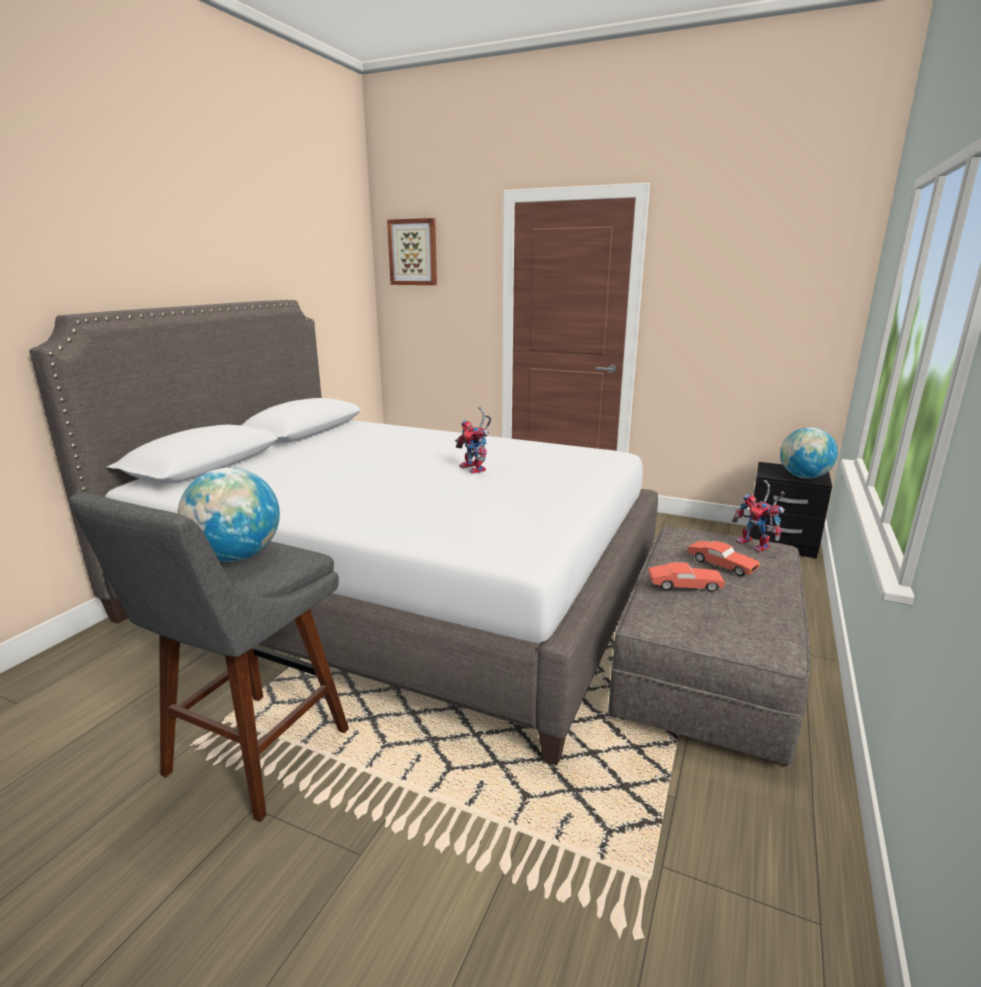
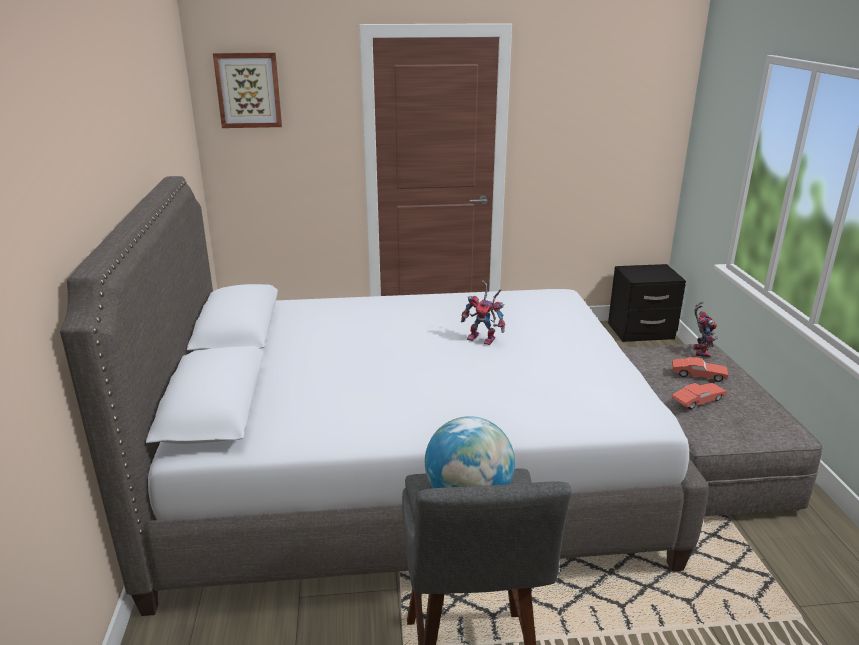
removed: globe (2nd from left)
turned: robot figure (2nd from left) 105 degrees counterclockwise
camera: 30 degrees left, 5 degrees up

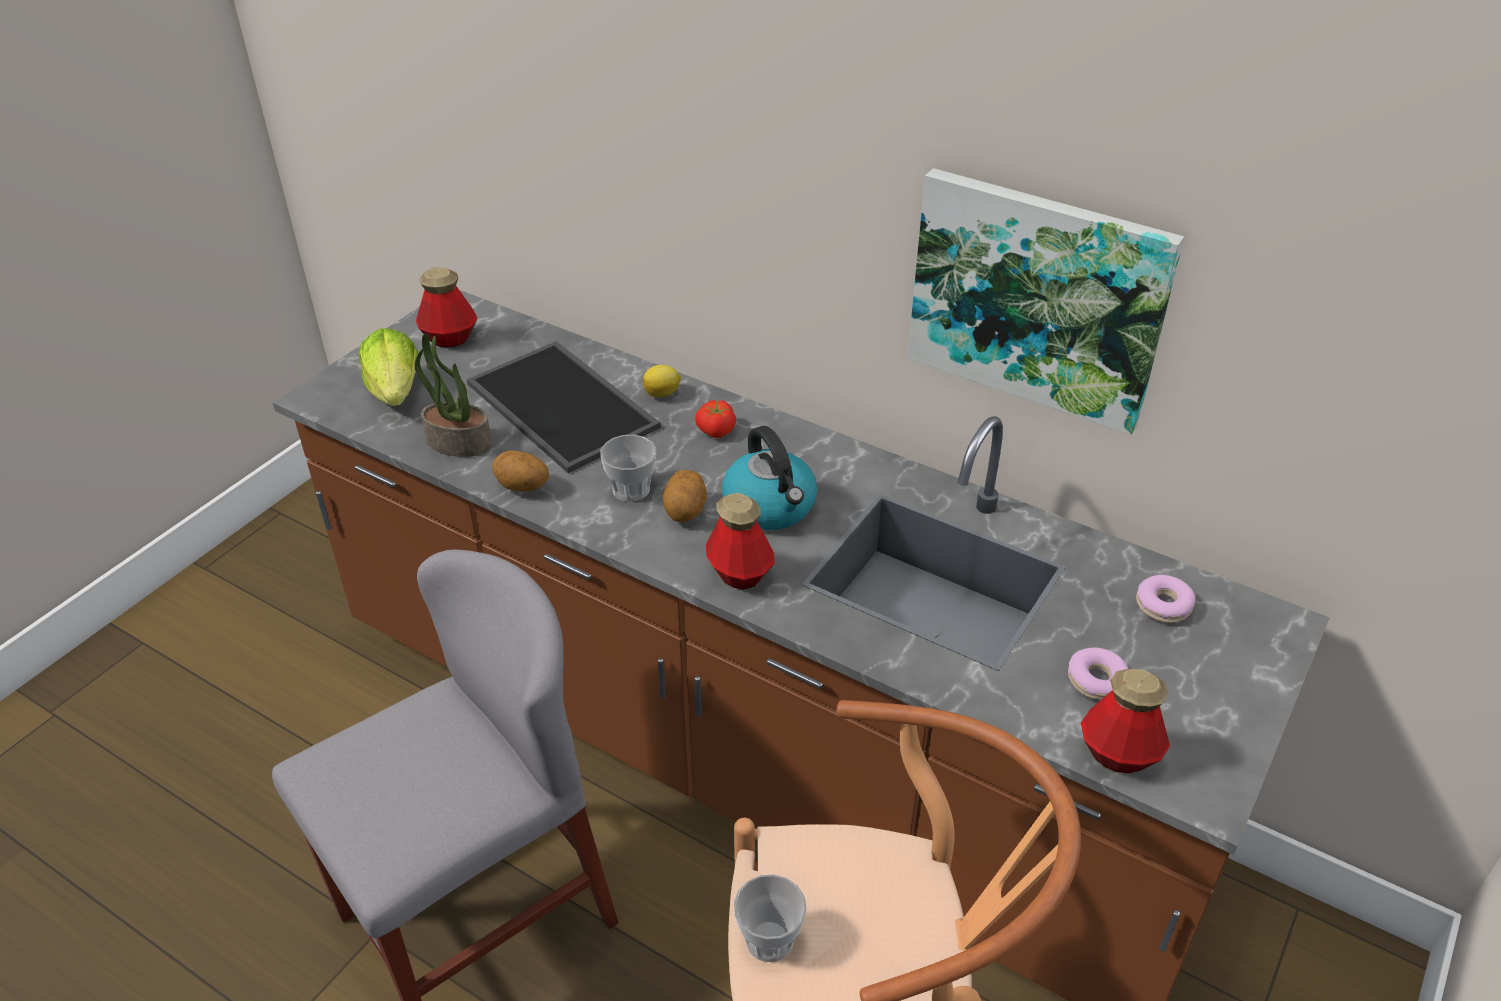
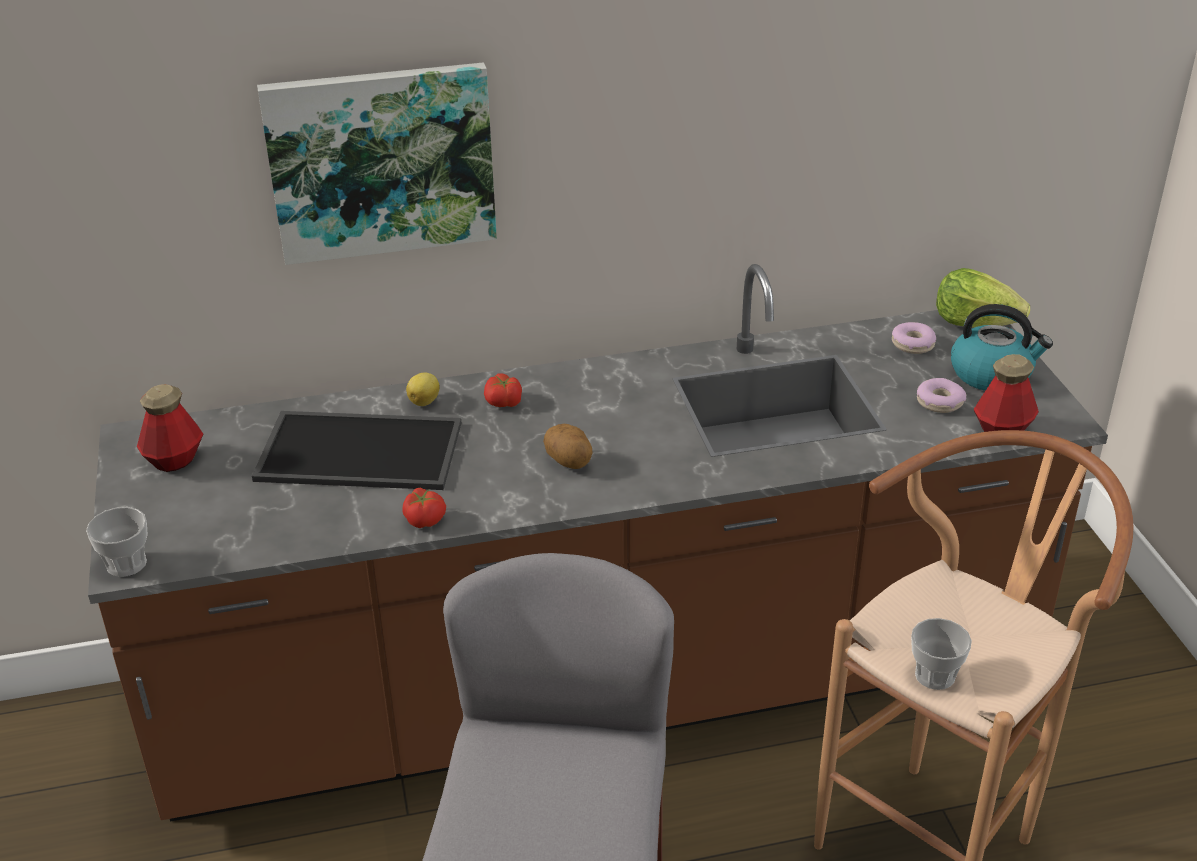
removed: plant in a pot; bottle (2nd from left)
moved: wall picture; lettuce head; tea kettle; drinking cup (1st from left)
replaced: potato (1st from left) to whole tomato (1st from left)
camera: 45 degrees left, 5 degrees down

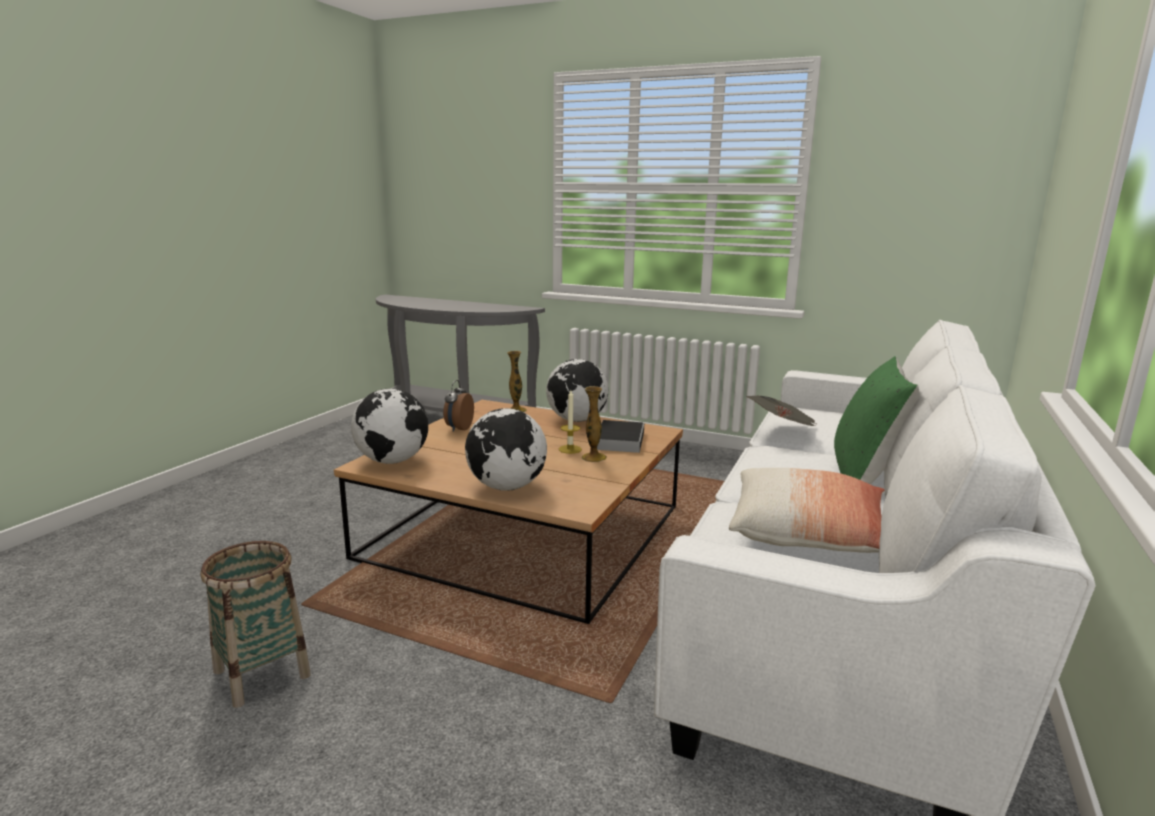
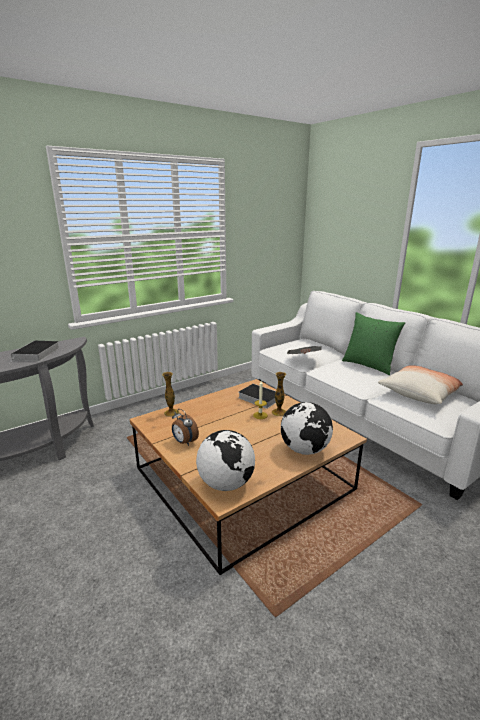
removed: globe (3rd from left); basket
added: book (1st from left)
camera: 60 degrees left, 5 degrees up

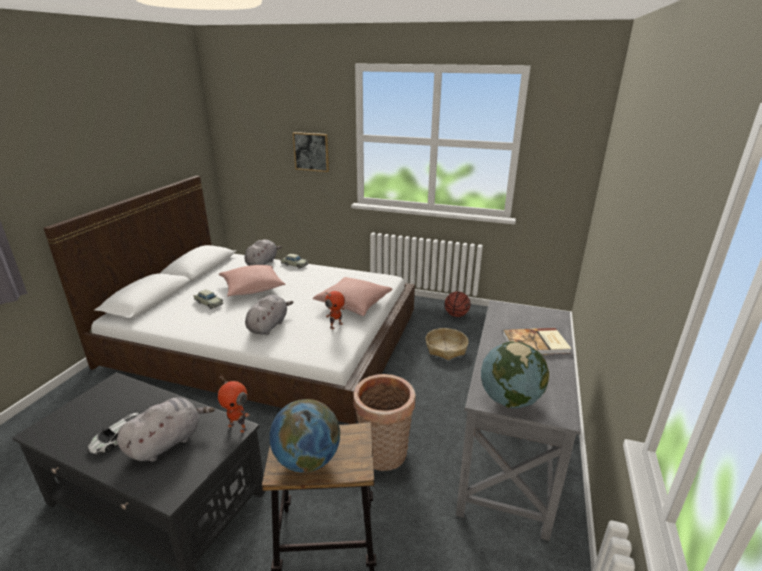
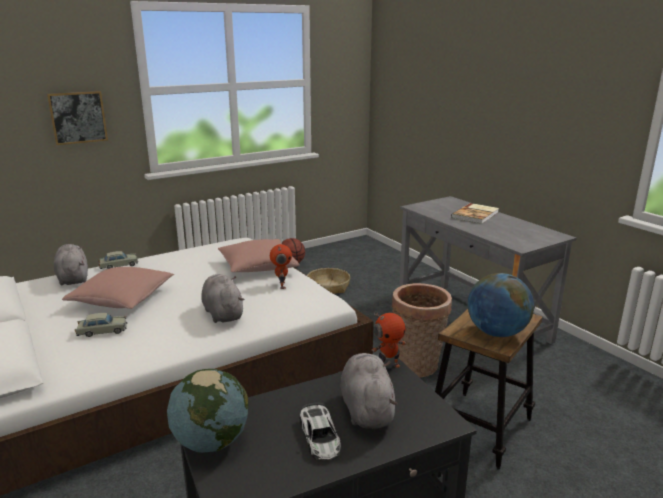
moved: globe (2nd from left in the first image) to globe (1st from left)
camera: 50 degrees left, 5 degrees down

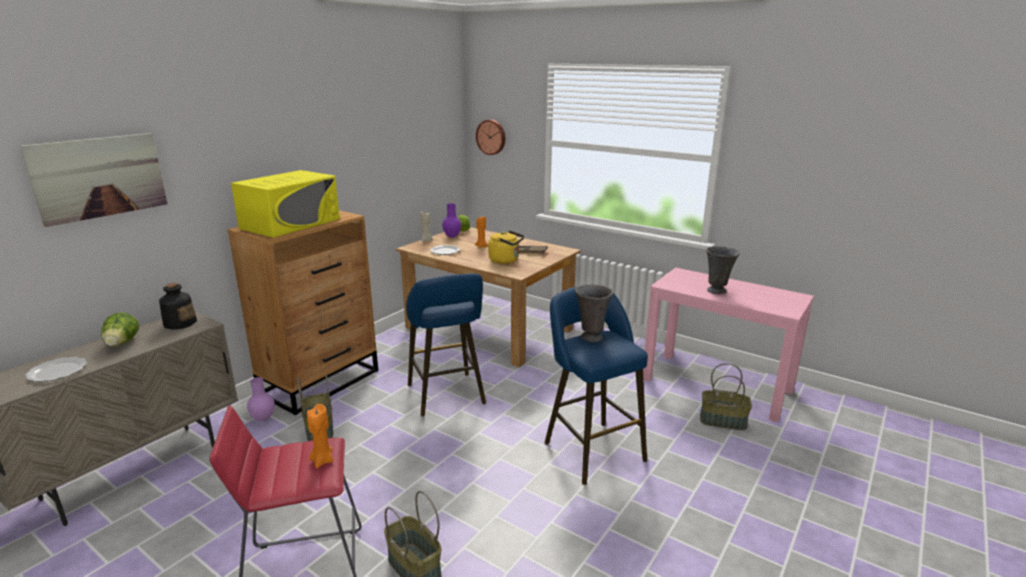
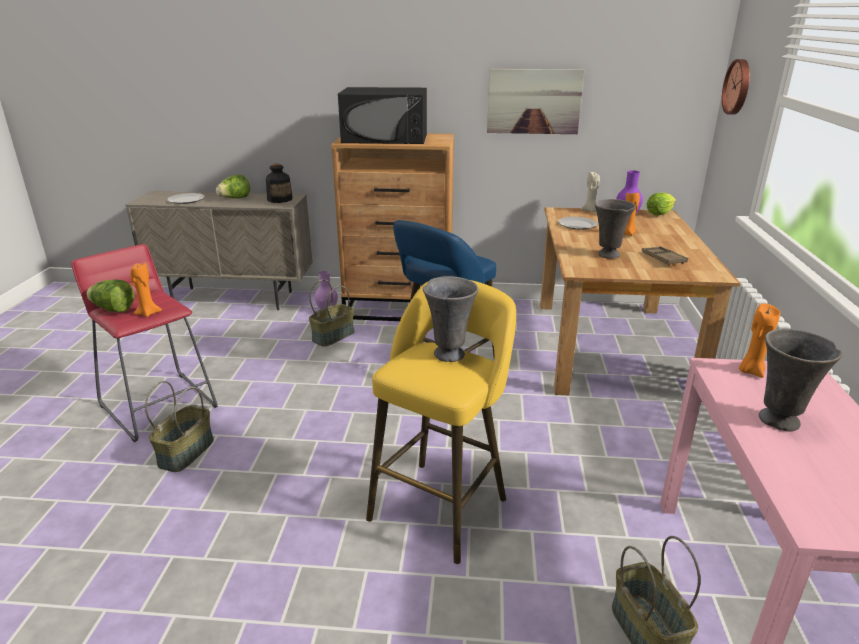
added: lettuce head (1st from left); candle (orange) (3rd from left)
moved: wall picture
replaced: tea kettle (yellow) to vase (gray) (2nd from left)
recoloured: microwave (yellow) to microwave (black); stool seat (blue-coloured) (2nd from left) to stool seat (yellow)
camera: 60 degrees right, 5 degrees up

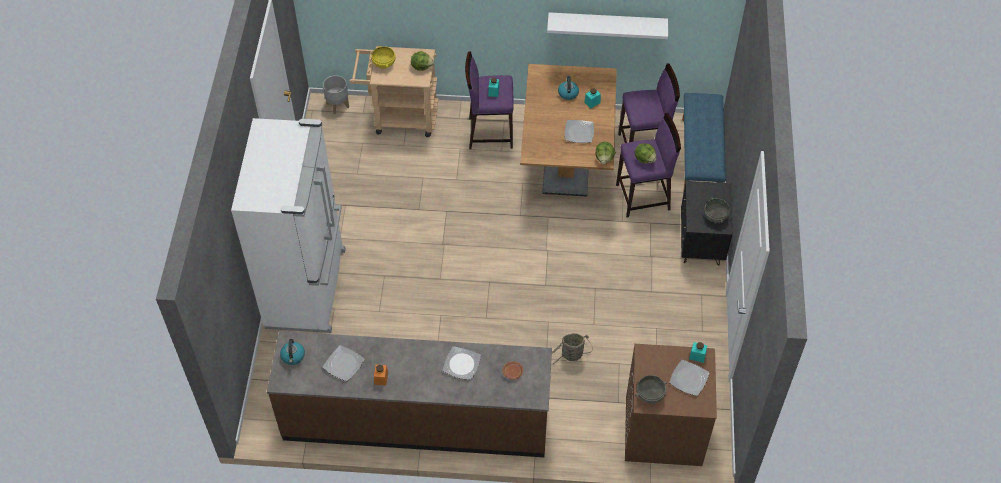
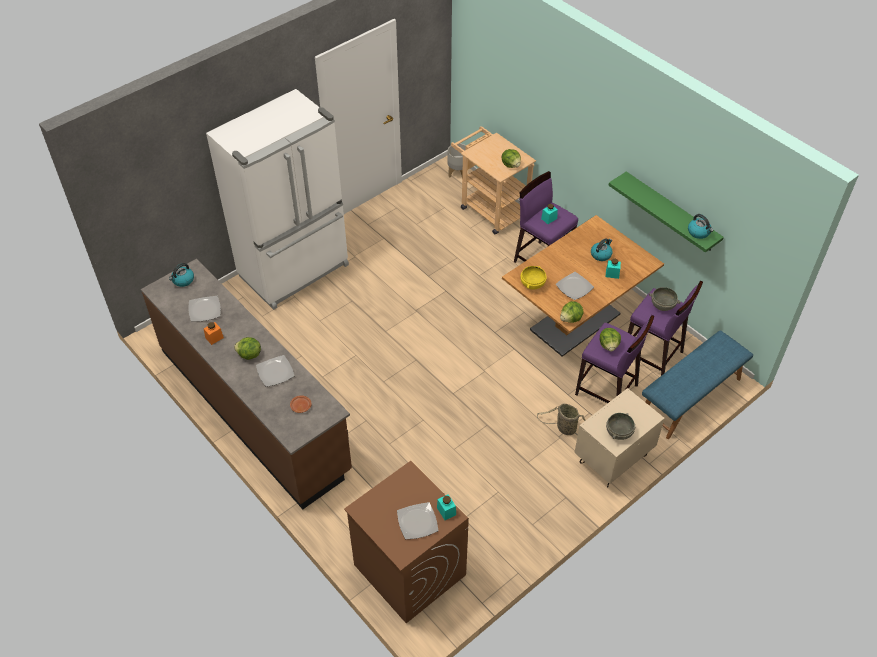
added: tea kettle (3rd from left); lettuce head (1st from left)
moved: bowl (yellow); basket; bowl (gray) (1st from left in the first image) to bowl (gray) (2nd from left)
recoloured: bracket shelf (white) to bracket shelf (green-coloured); nightstand (black) to nightstand (beige-coloured)
camera: 45 degrees right, 5 degrees down

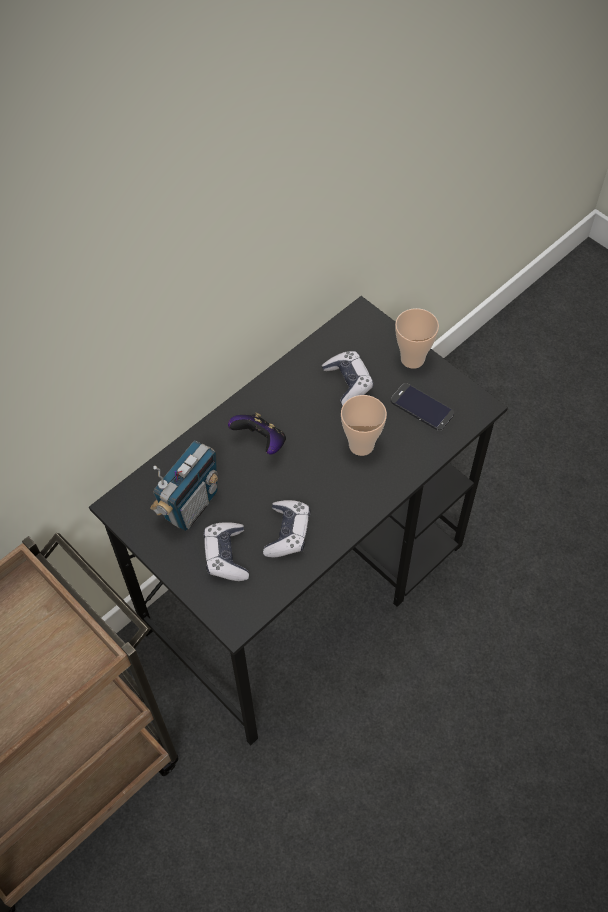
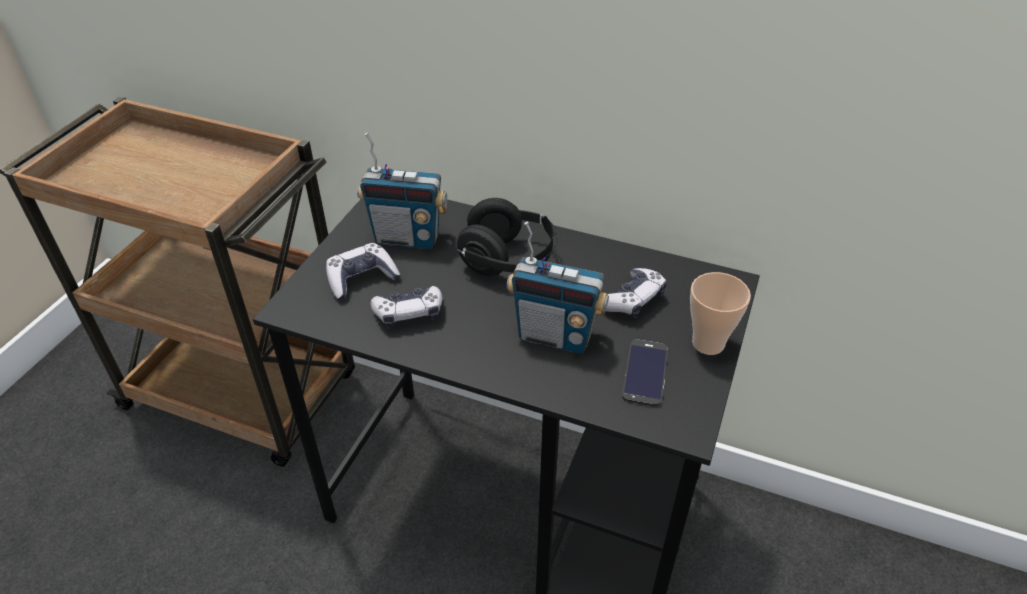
replaced: drinking cup (1st from left) to radio receiver (2nd from left); gamepad (2nd from left) to headset (black)
camera: 65 degrees right, 15 degrees down

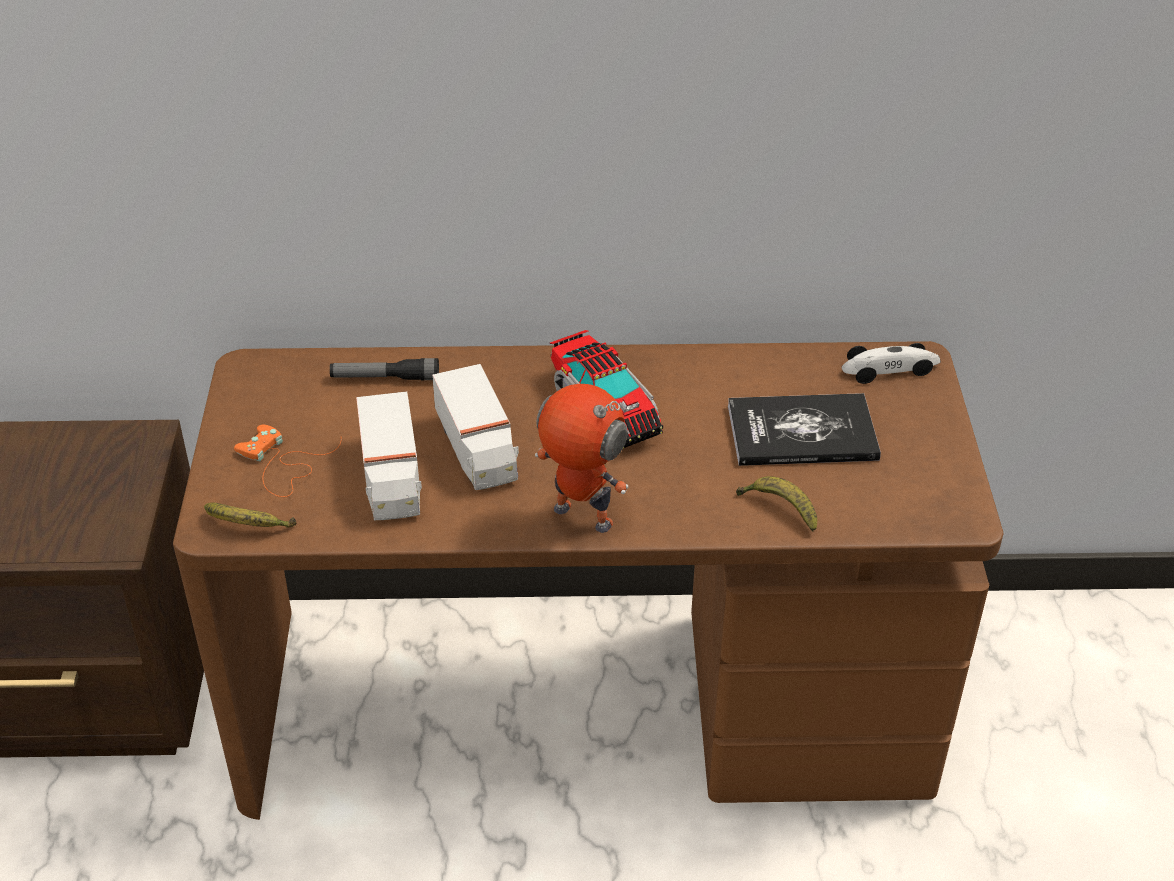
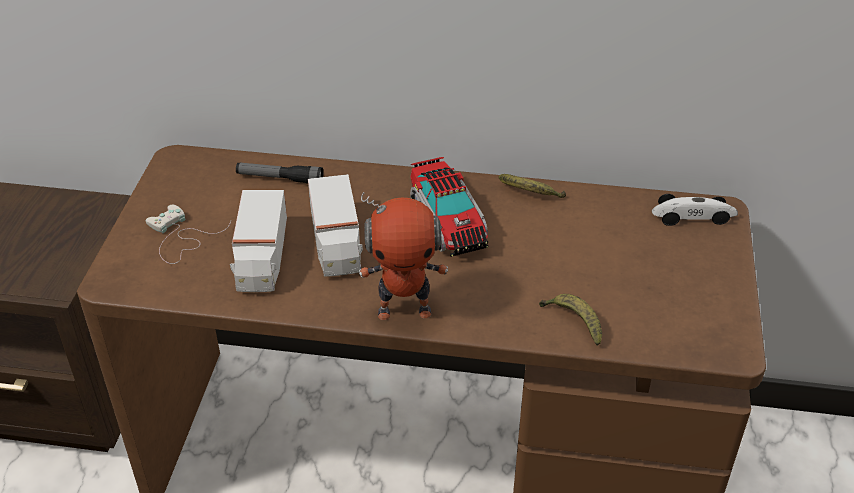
removed: book
moved: banana (1st from left)
recoloured: gamepad (orange) to gamepad (white)
turned: robot figure 135 degrees clockwise
camera: 10 degrees right, 0 degrees up

